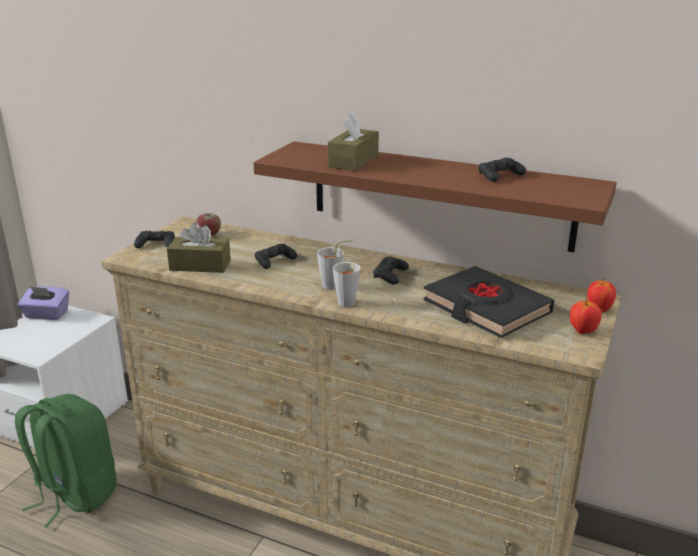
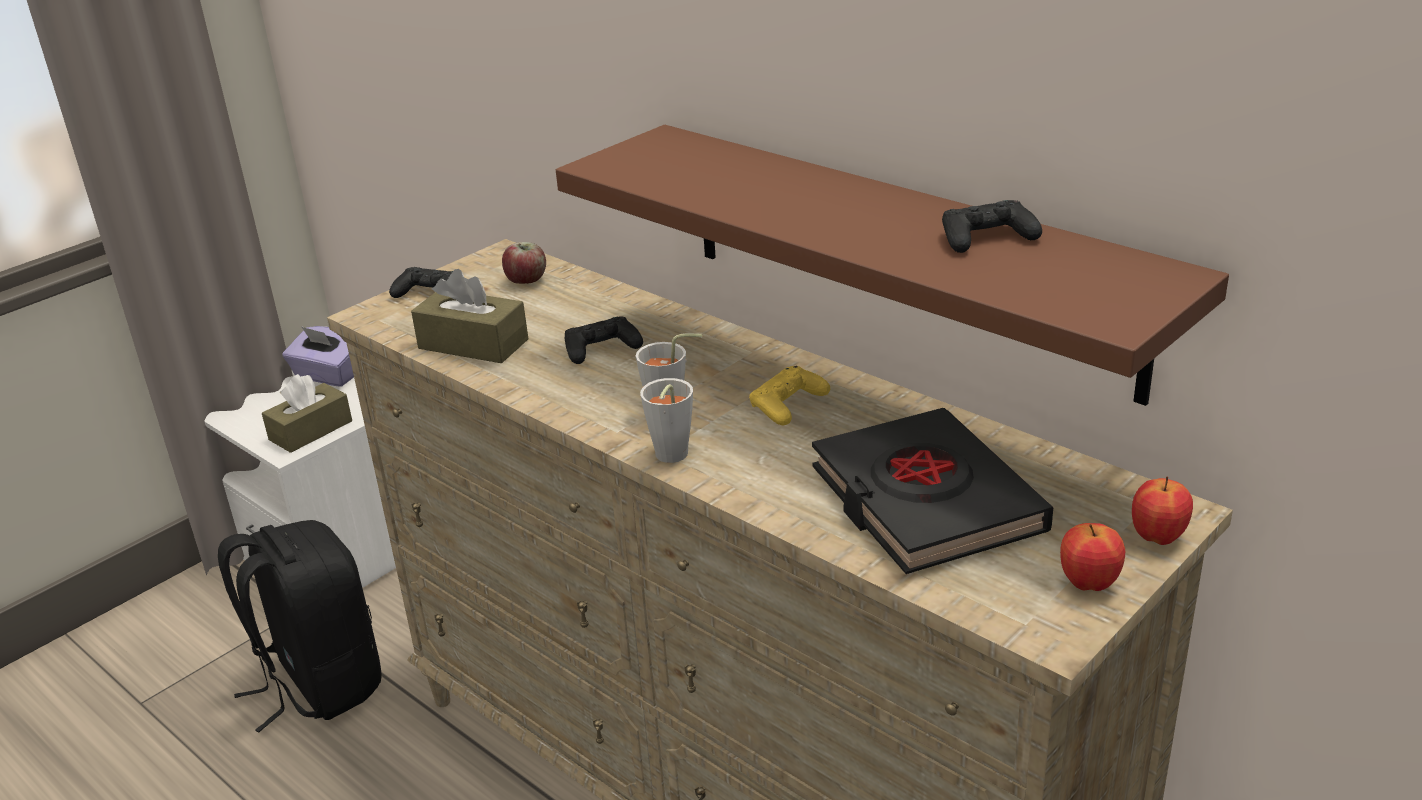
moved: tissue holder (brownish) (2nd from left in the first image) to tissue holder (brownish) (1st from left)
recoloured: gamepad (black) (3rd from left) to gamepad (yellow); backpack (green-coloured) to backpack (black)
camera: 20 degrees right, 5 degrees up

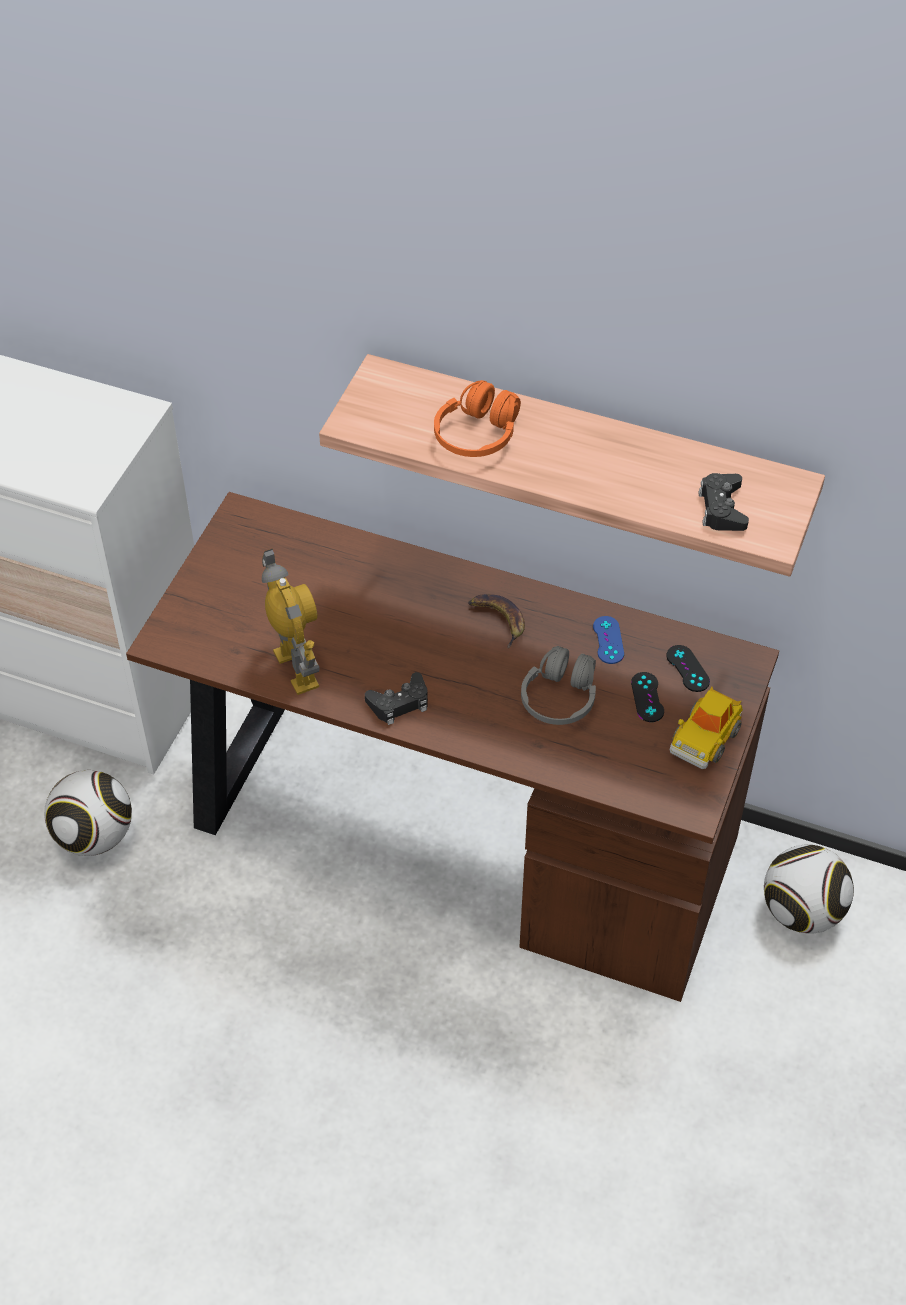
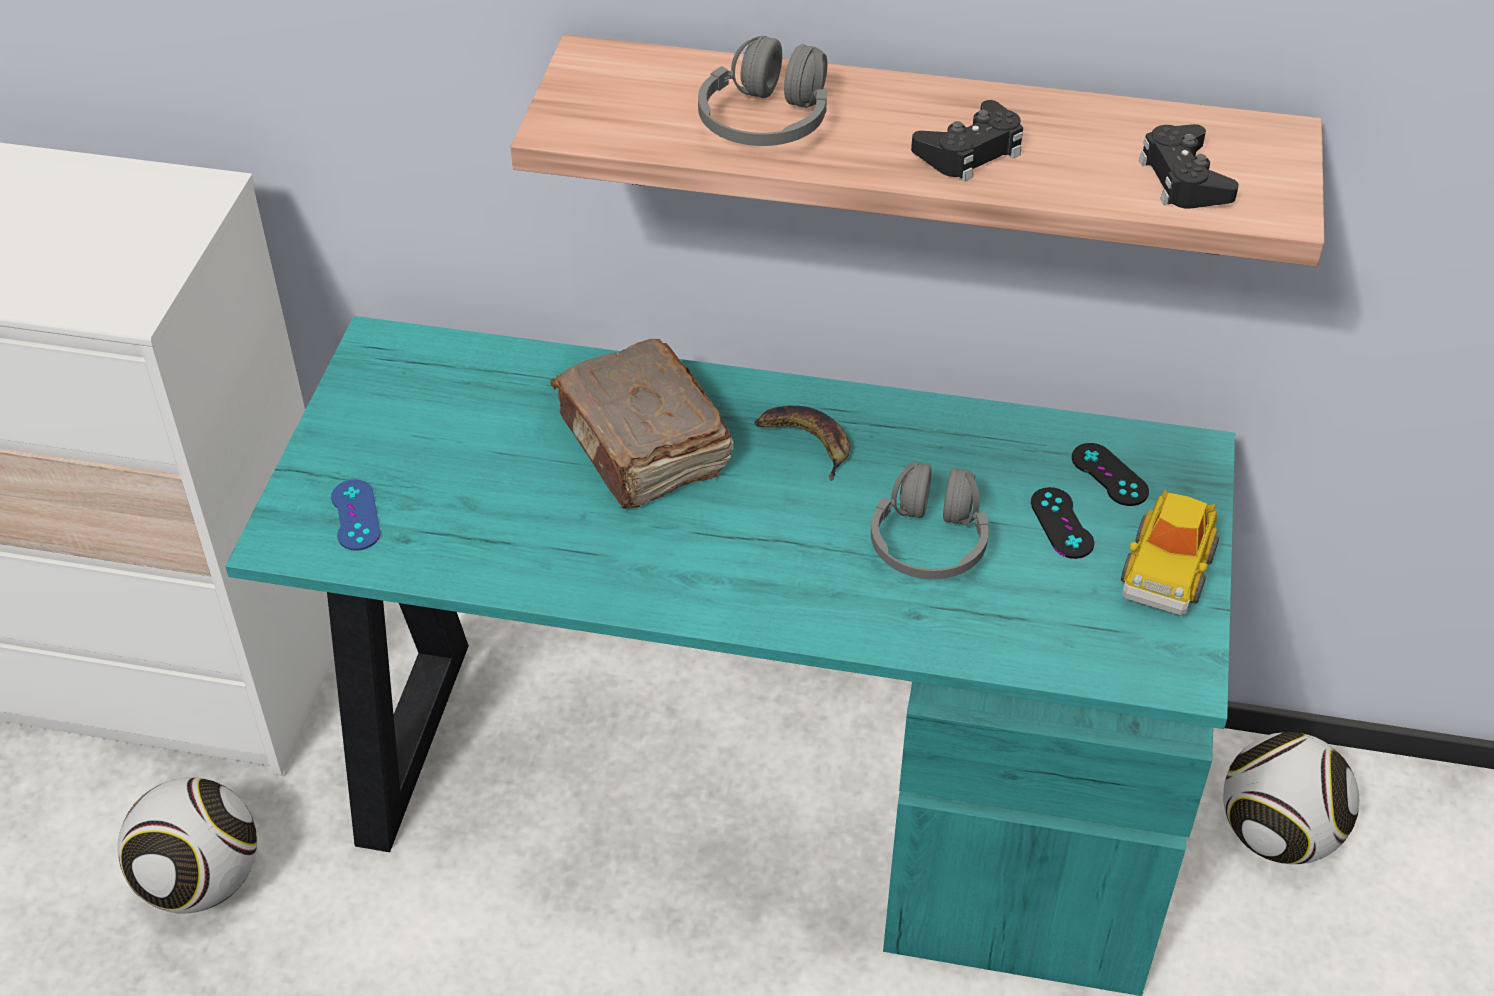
removed: robot figure
added: book (brownish)
moved: gamepad (blue-coloured); gamepad (black) (1st from left)
recoloured: headset (orange) to headset (gray) (1st from left); desk (brownish) to desk (turquoise)
camera: 10 degrees left, 5 degrees down

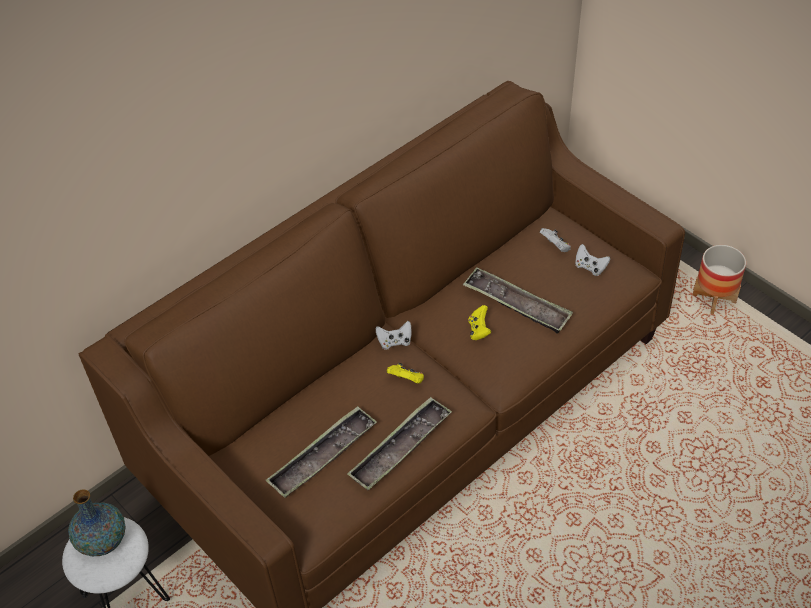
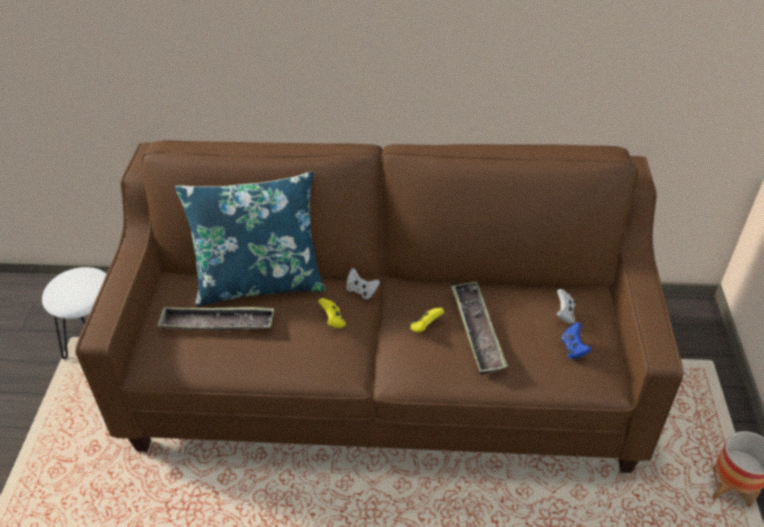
removed: carrying tray (2nd from left); vase
added: pillow (blue-coloured)
recoloured: gamepad (white) (3rd from left) to gamepad (blue-coloured)
camera: 45 degrees right, 5 degrees down

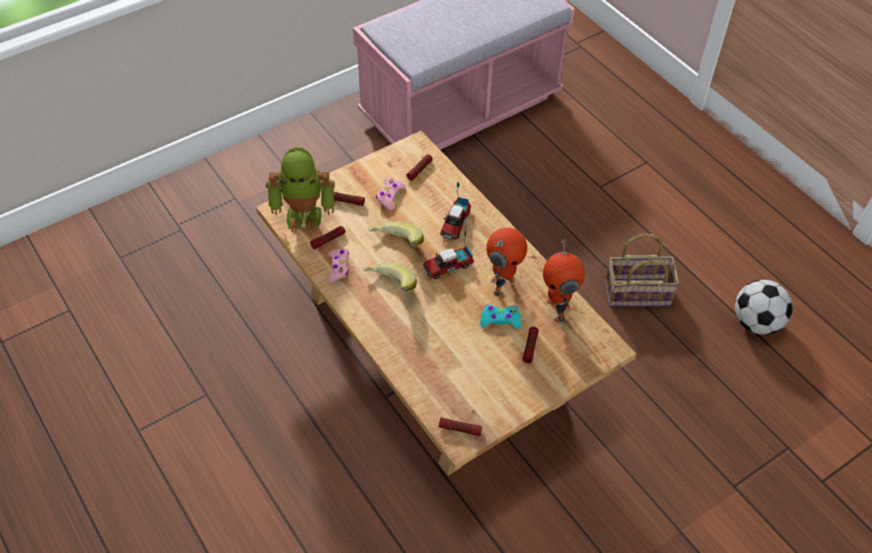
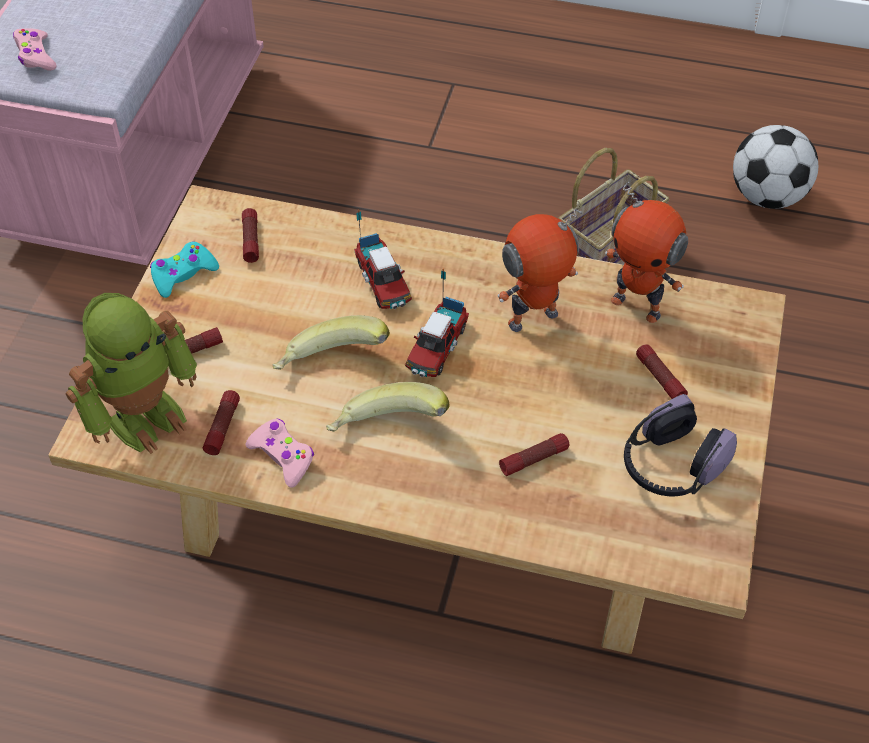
added: headset
moved: gamepad (pinkish) (2nd from left in the first image) to gamepad (pinkish) (1st from left); gamepad (turquoise); hand torch (4th from left)
turned: robot figure (2nd from left) 105 degrees counterclockwise
camera: 40 degrees left, 0 degrees up

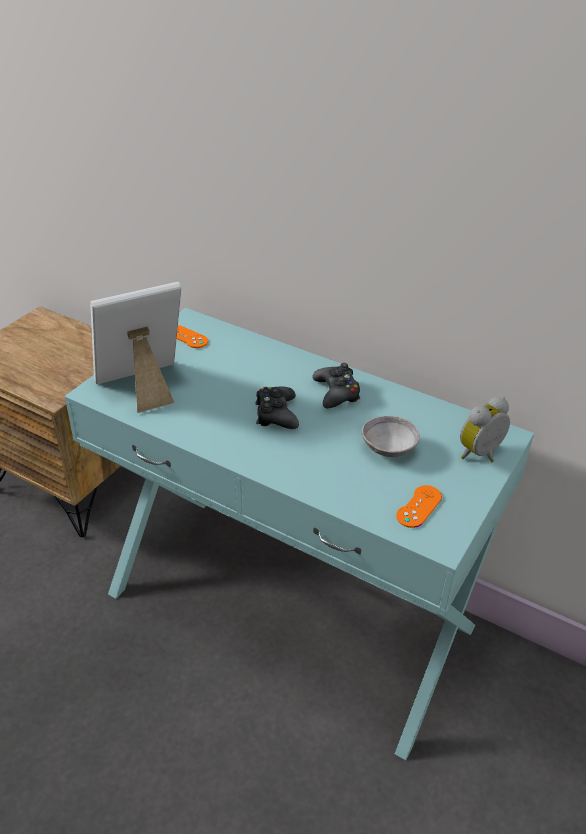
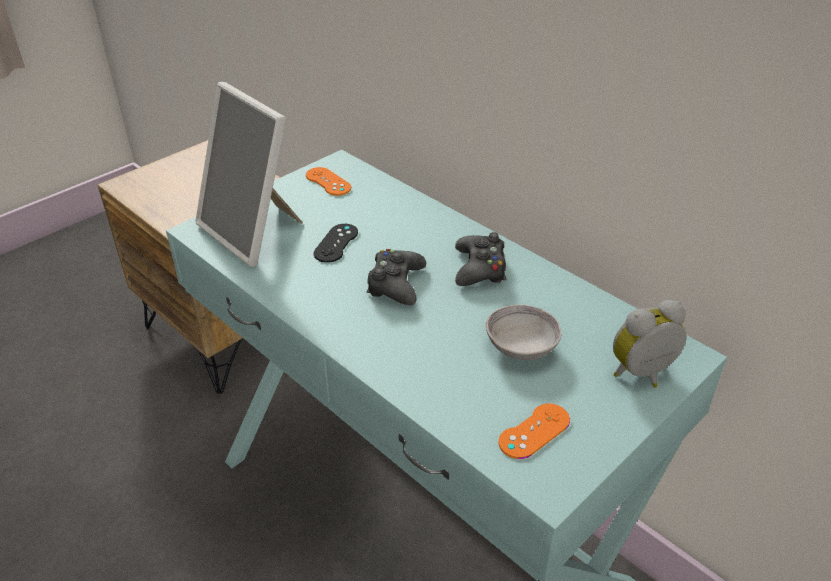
added: gamepad (black) (1st from left)
turned: photo frame 120 degrees counterclockwise
camera: 15 degrees right, 0 degrees up

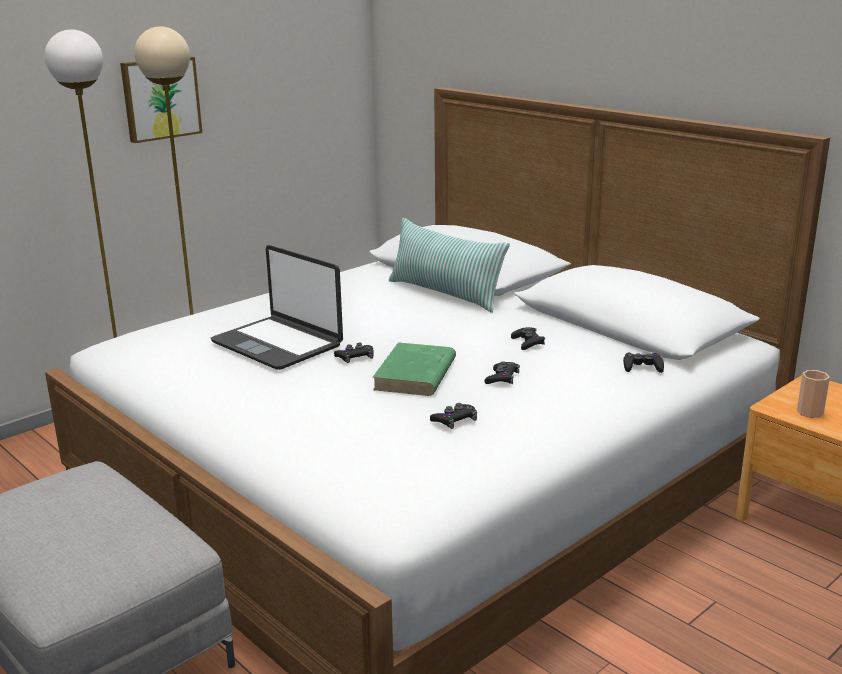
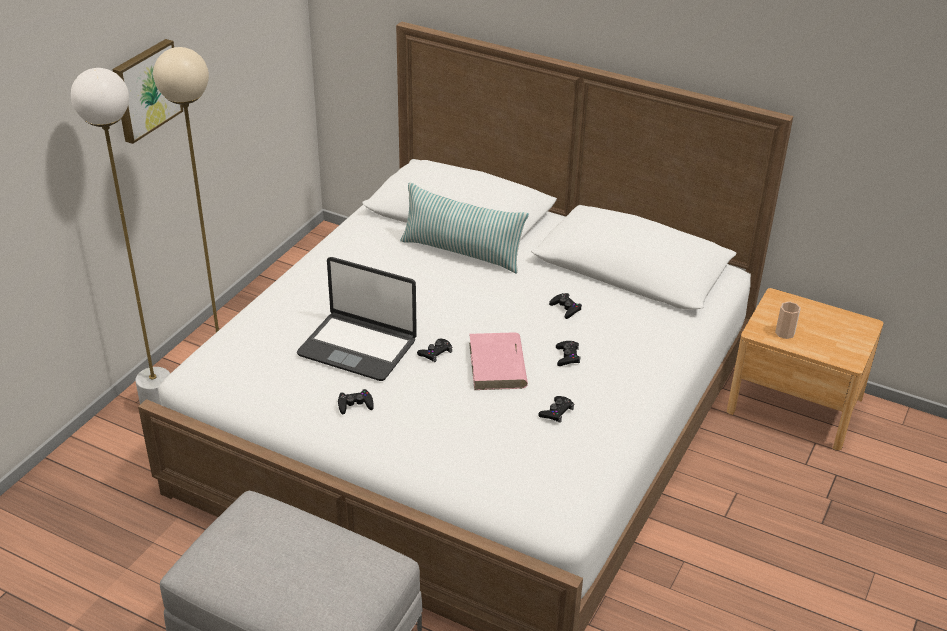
moved: gamepad (black) (5th from left in the first image) to gamepad (black) (1st from left)
recoloured: book (green-coloured) to book (pinkish)
camera: 20 degrees left, 15 degrees up

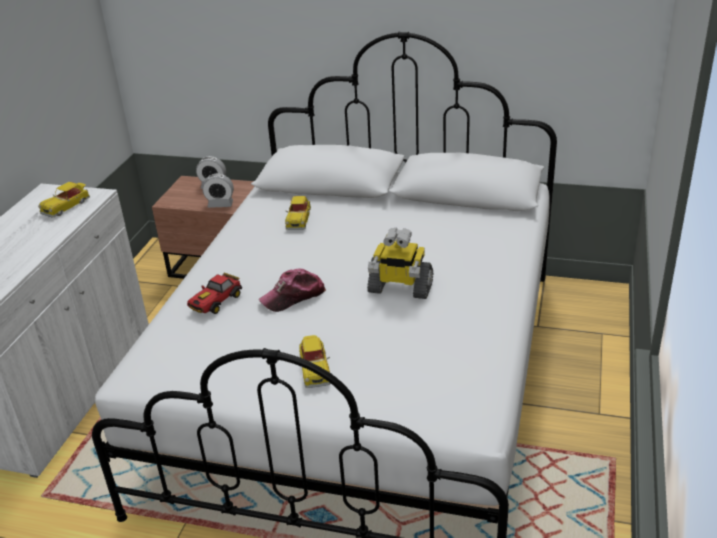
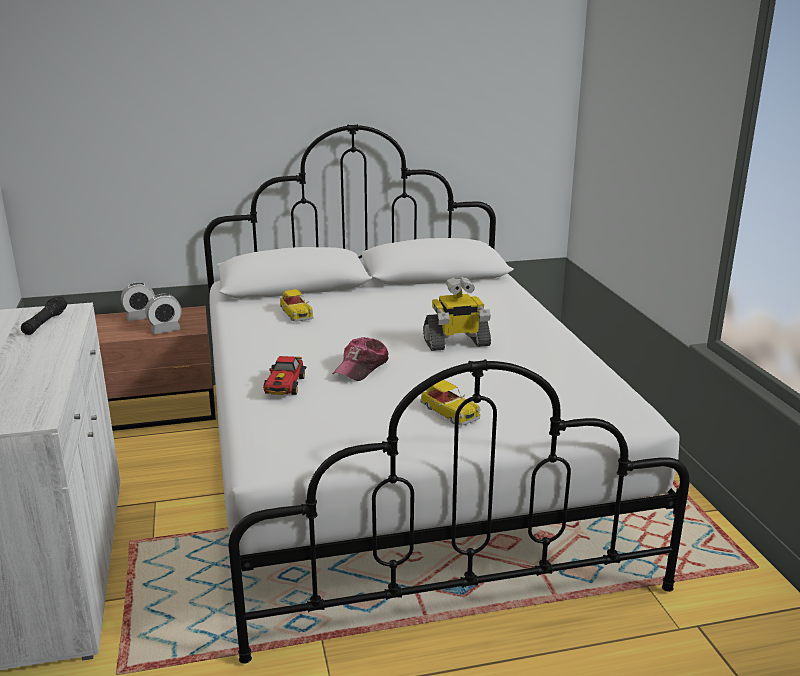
replaced: model car (1st from left) to hand torch (black)
camera: 30 degrees left, 10 degrees down

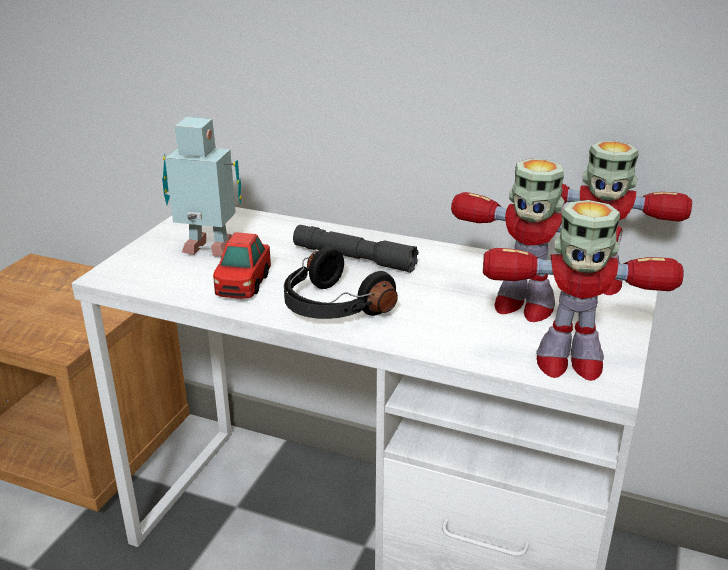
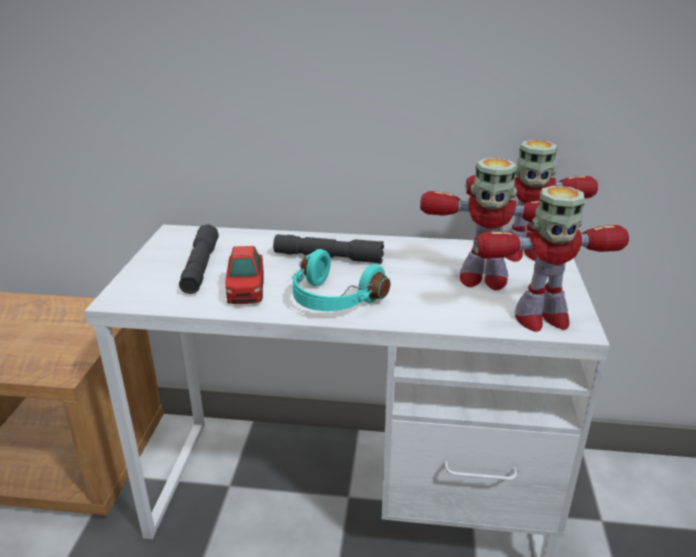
replaced: robot figure (1st from left) to hand torch (gray) (1st from left)
recoloured: headset (black) to headset (turquoise)
camera: 15 degrees left, 0 degrees up

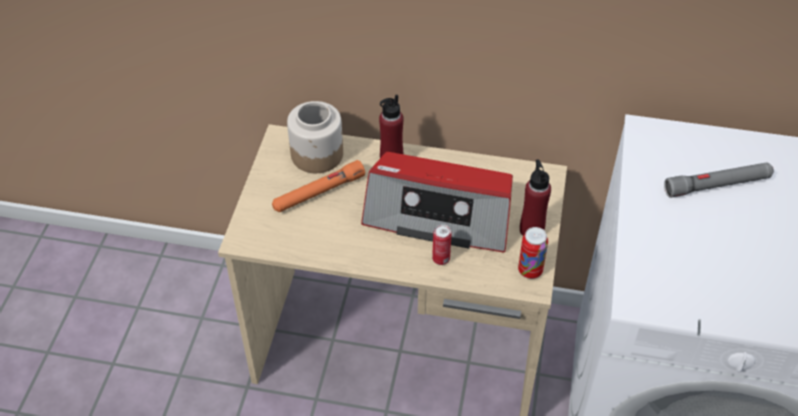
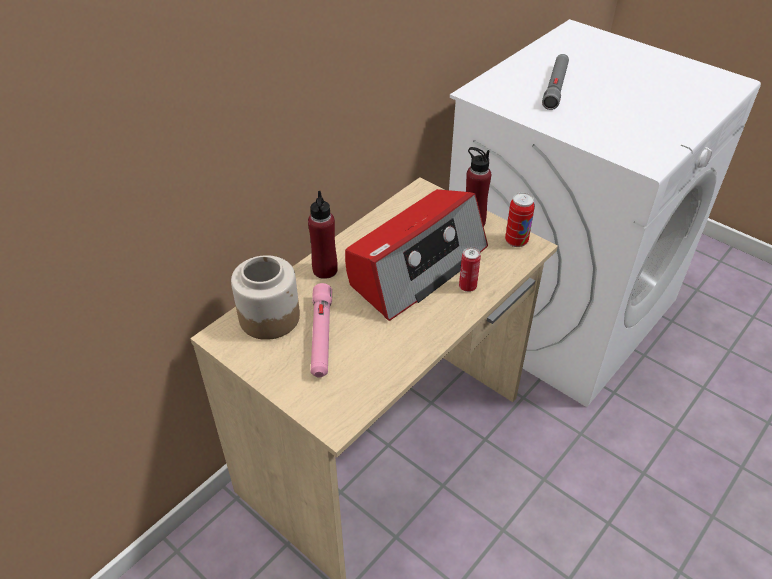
recoloured: hand torch (orange) to hand torch (pinkish)
camera: 60 degrees left, 5 degrees down

